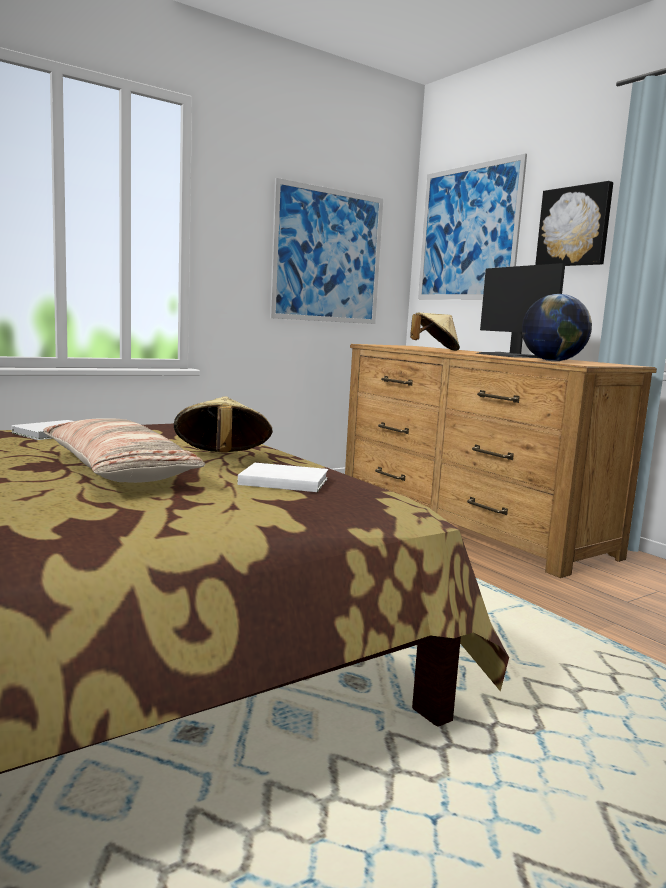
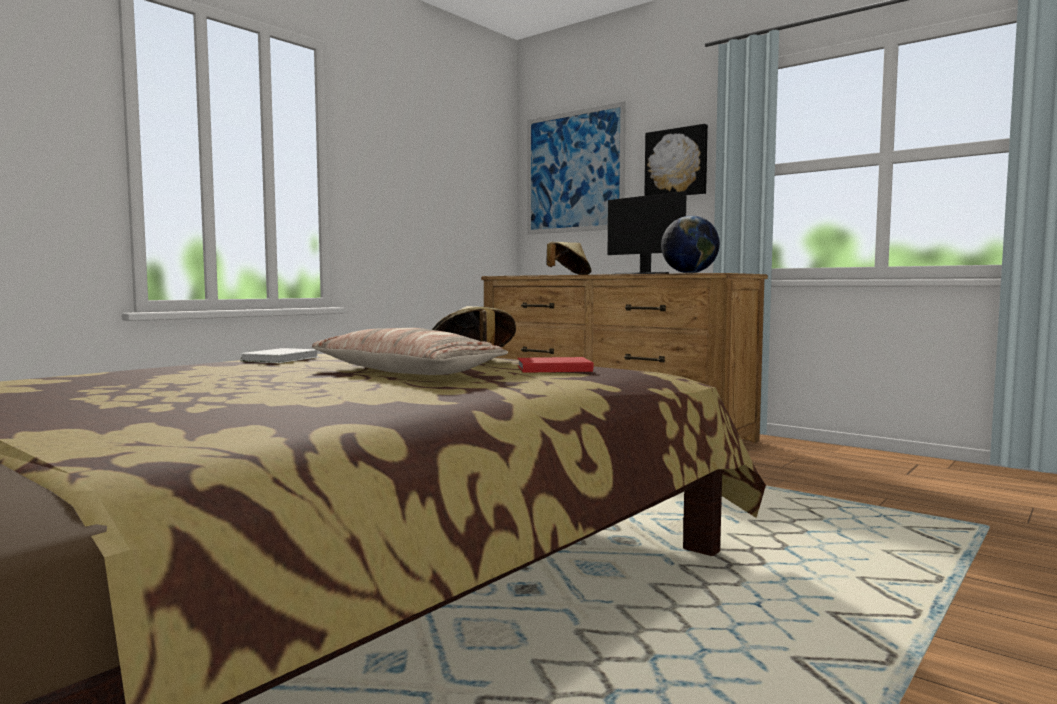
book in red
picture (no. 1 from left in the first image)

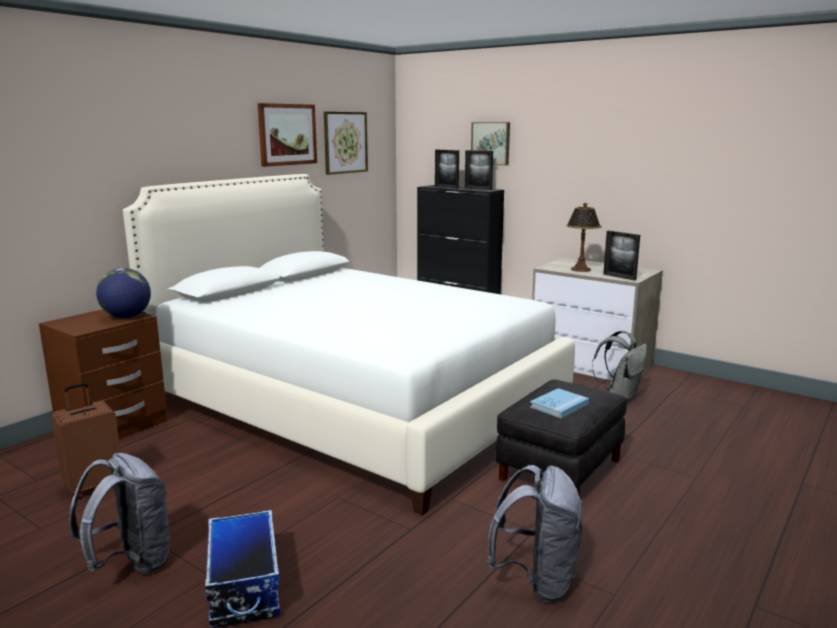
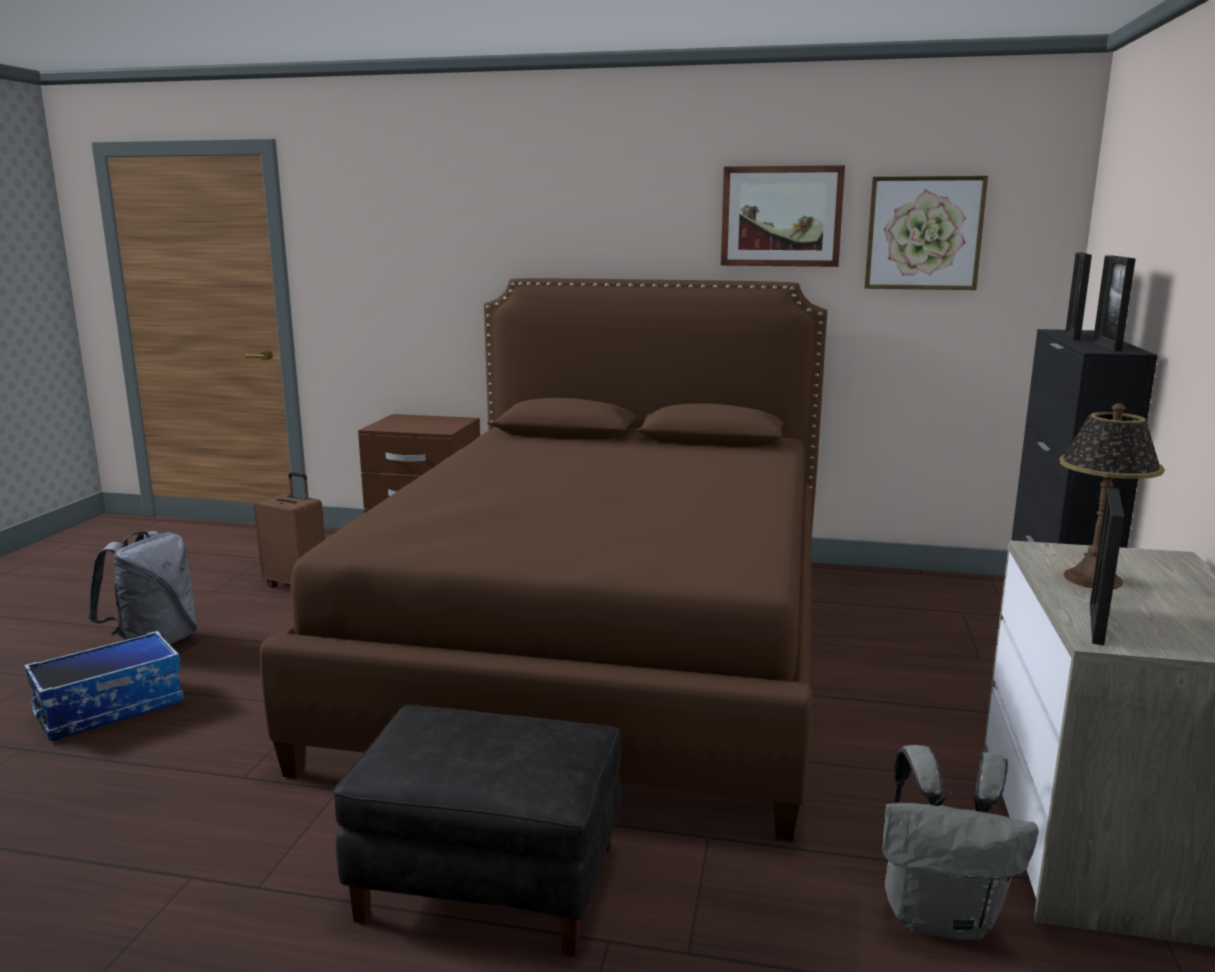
bed in brown
globe
picture (no. 3 from left in the first image)
backpack in grey (no. 2 from left in the first image)
book in blue

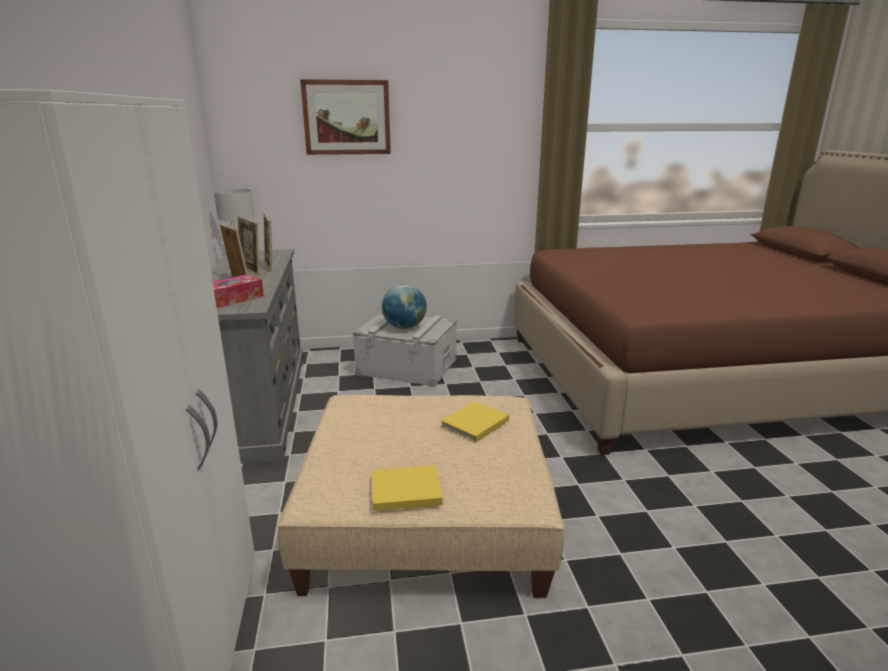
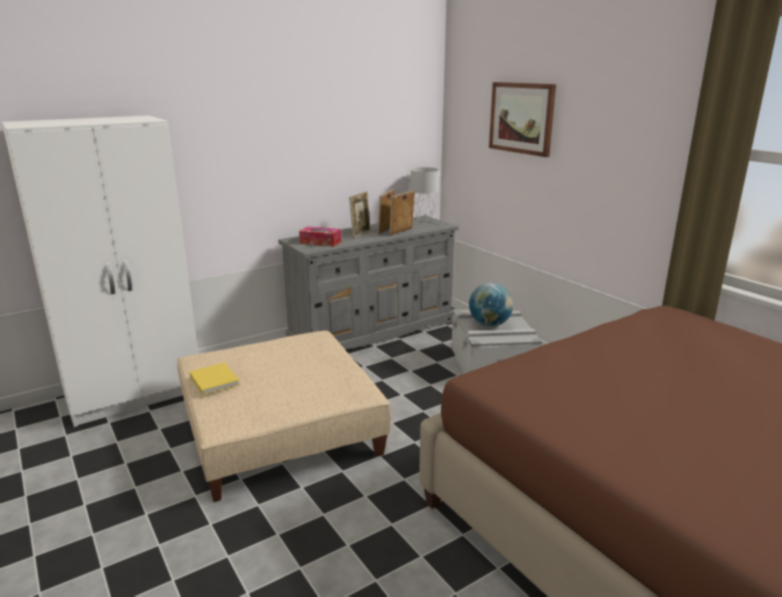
book in yellow (no. 2 from left in the first image)

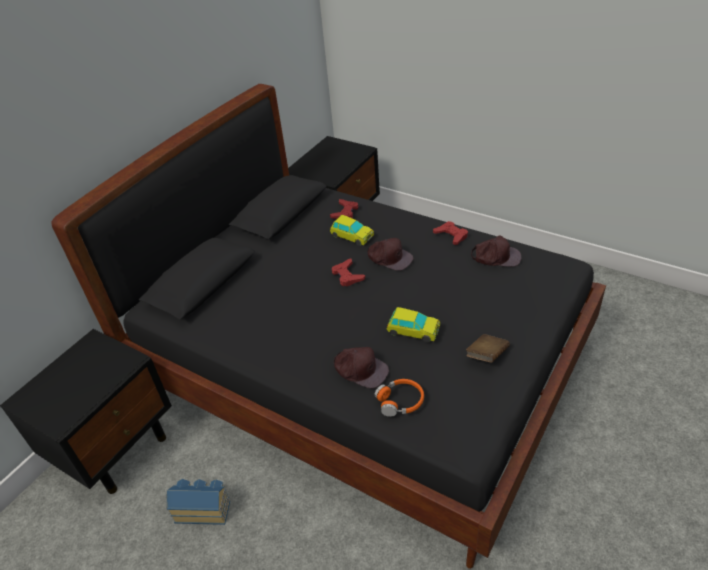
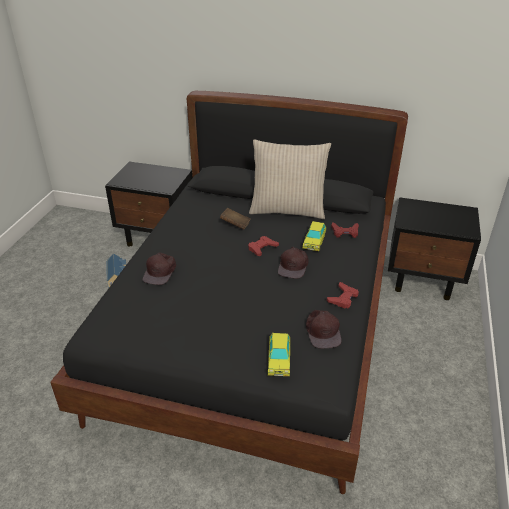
book in brown
pillow in beige
toy car (no. 1 from left)
headphones in orange

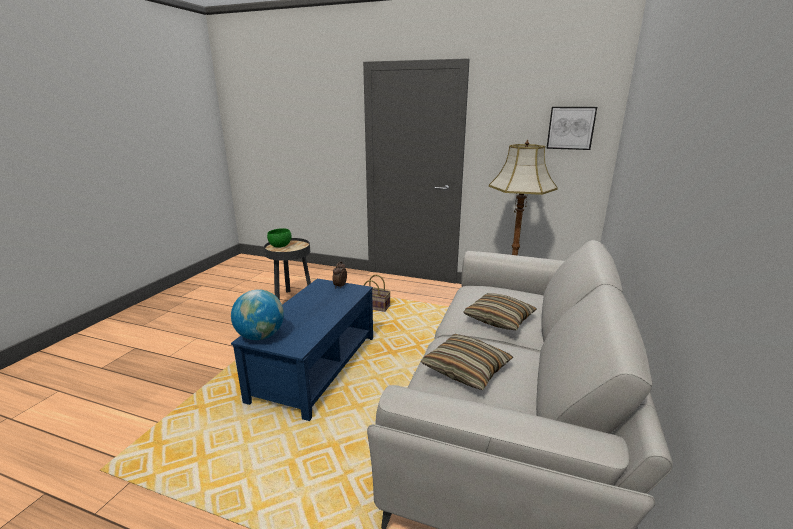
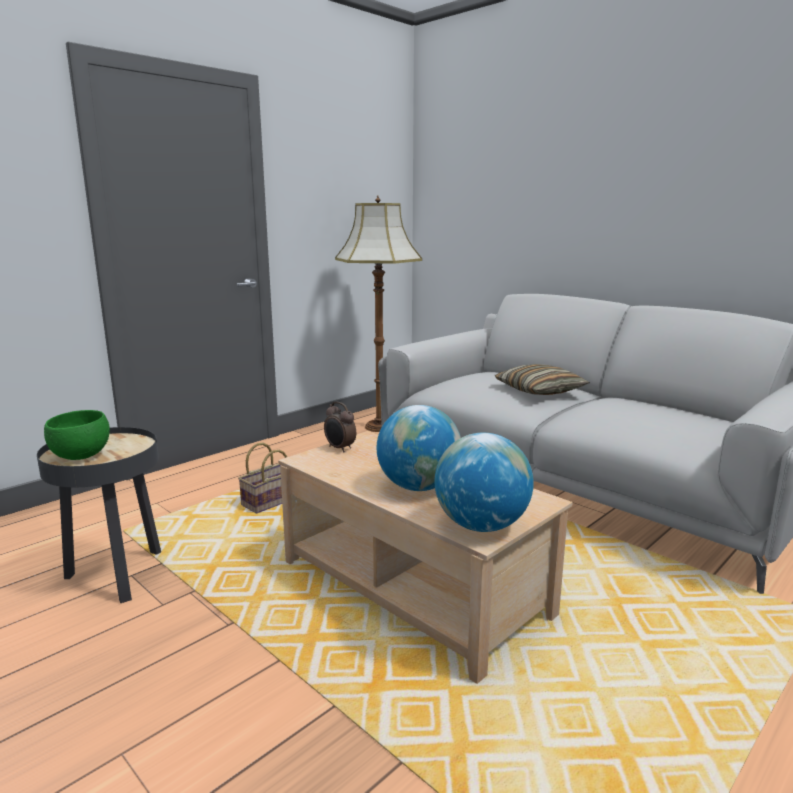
coffee table in beige
globe (no. 1 from left)
pillow (no. 1 from left in the first image)
picture

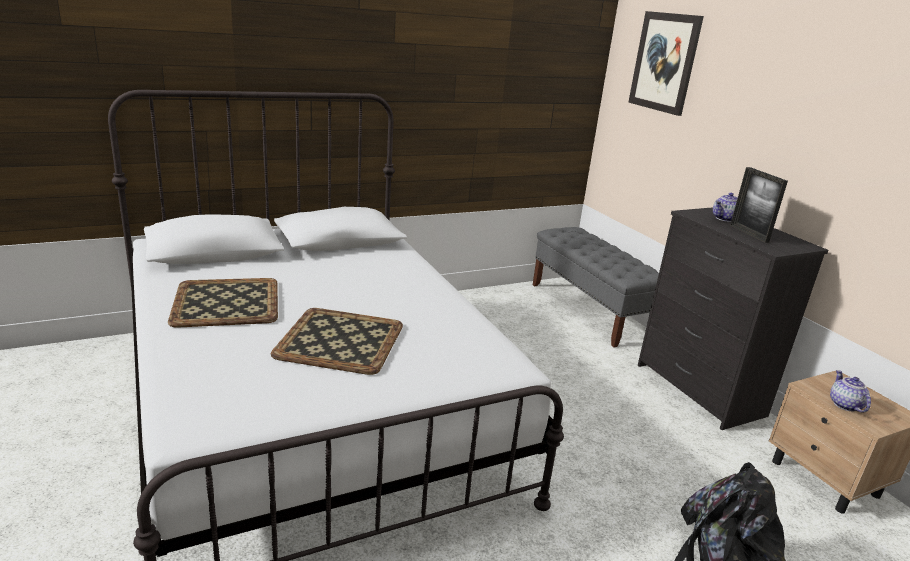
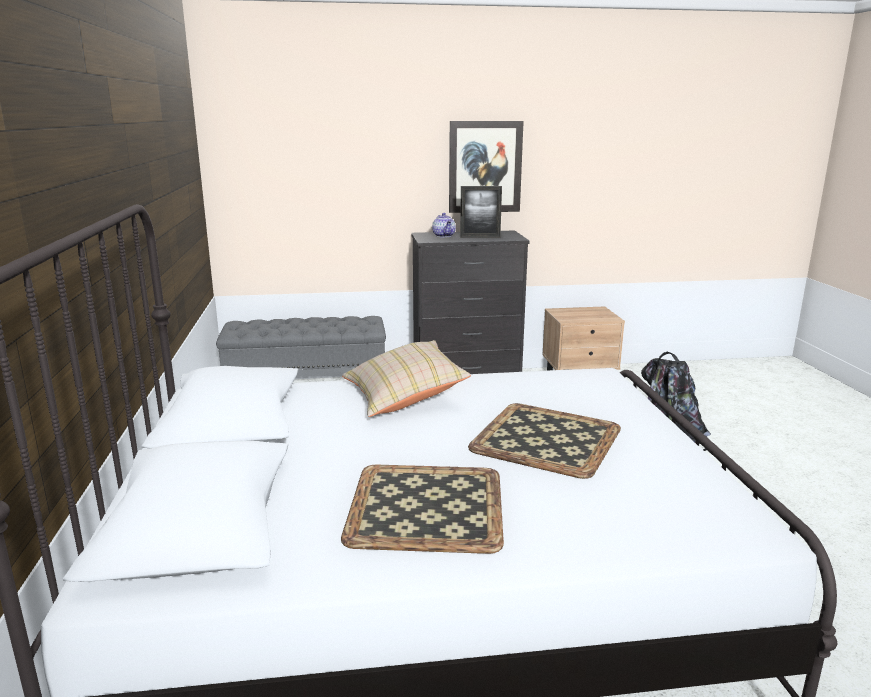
pillow in beige
picture
teapot (no. 2 from left in the first image)

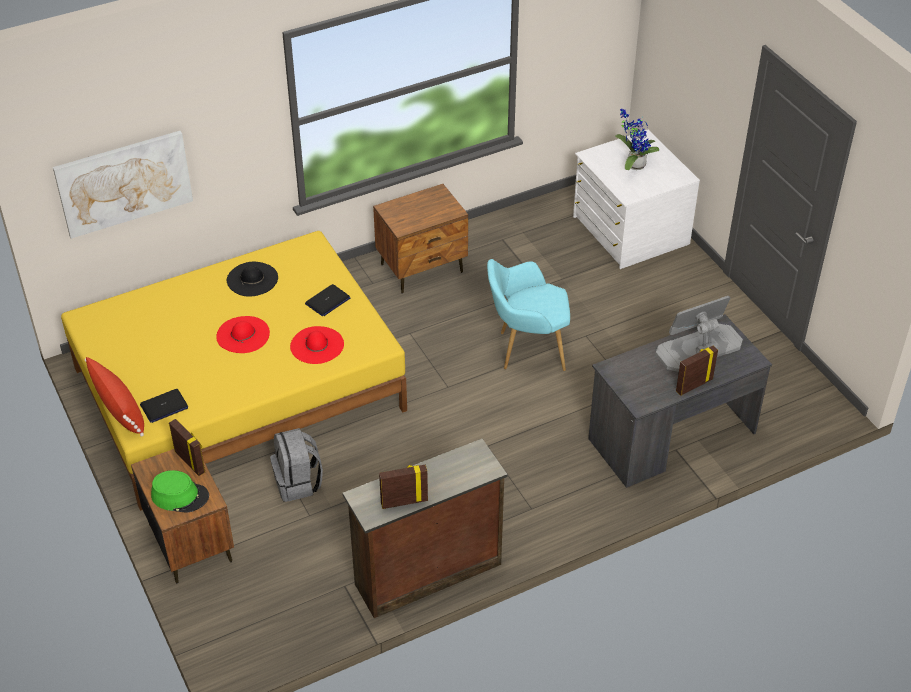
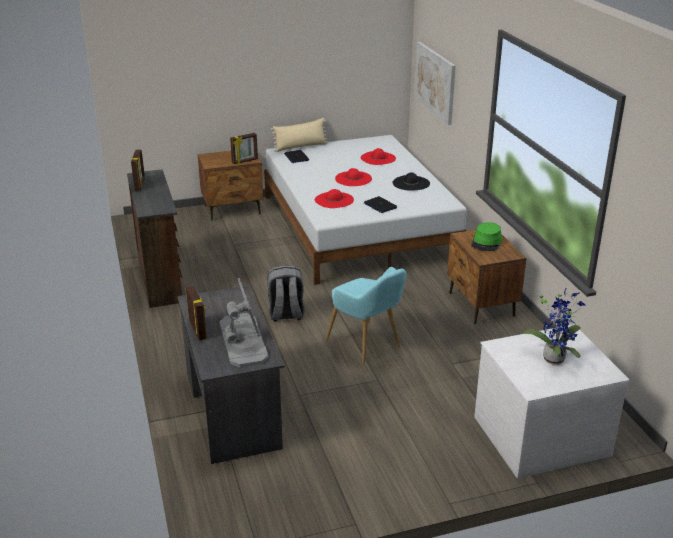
bed in white
backpack in grey
pillow in beige
armchair in turquoise
hat in red (no. 3 from left)
hat in green

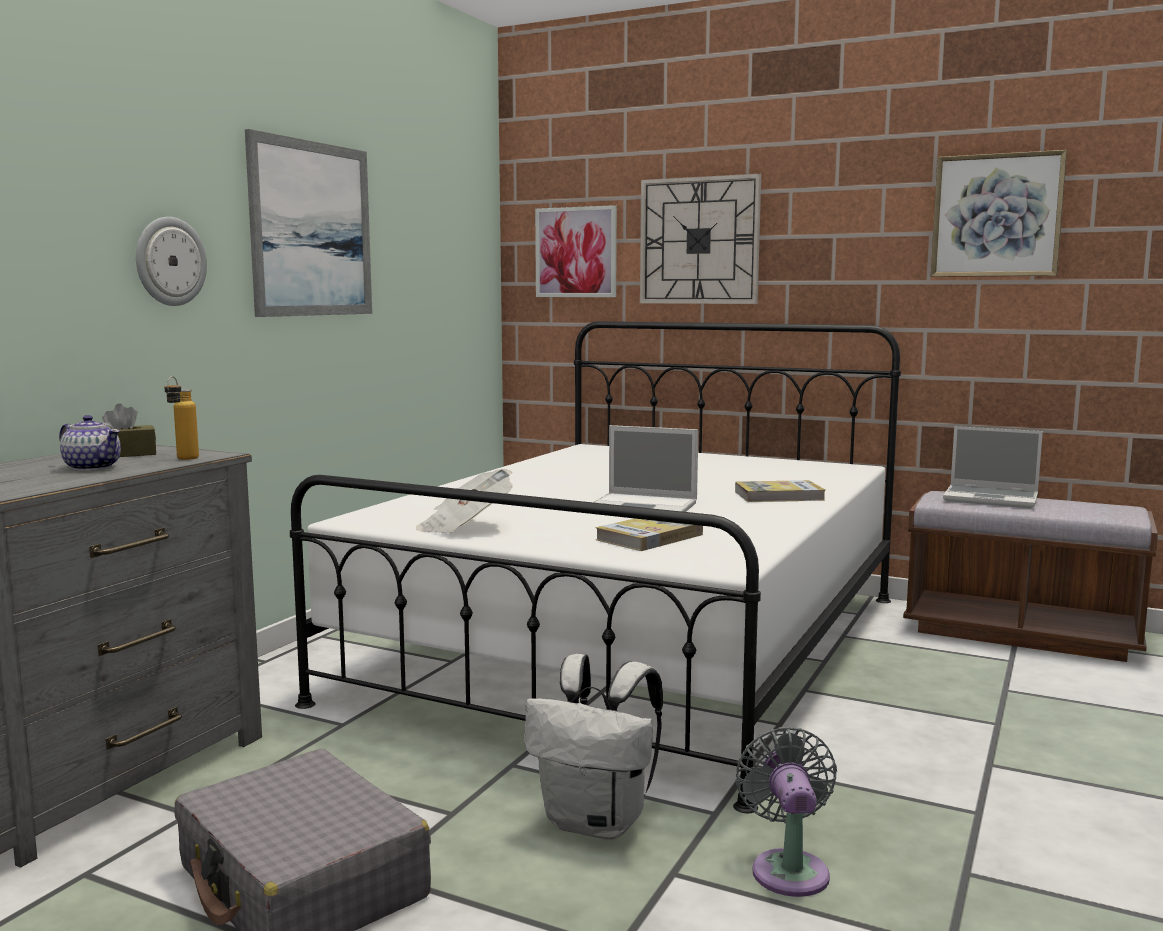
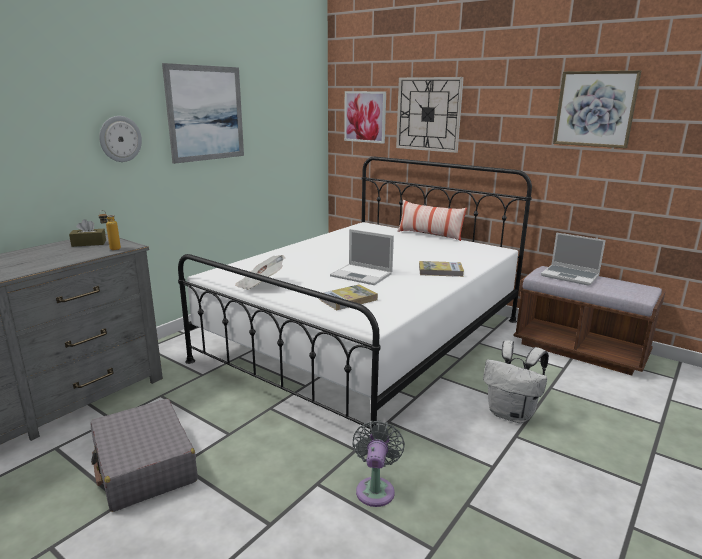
pillow
backpack in white
teapot

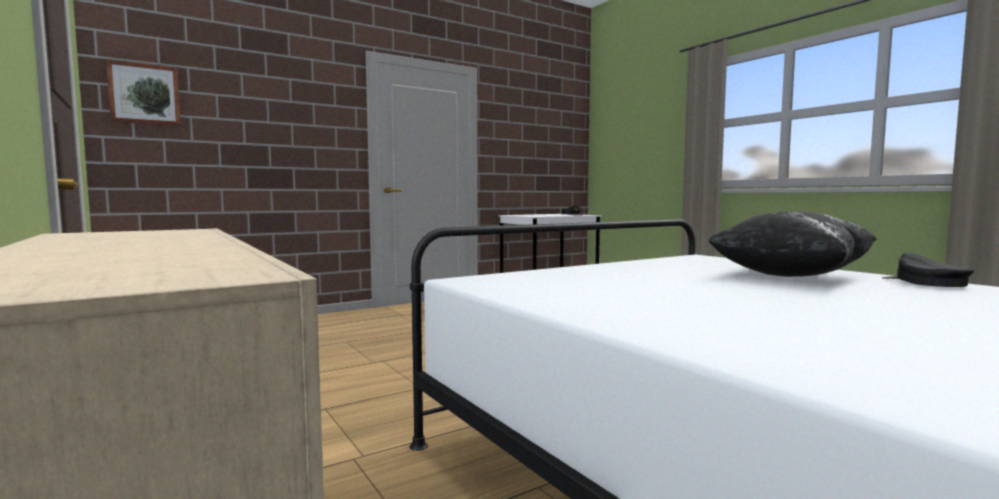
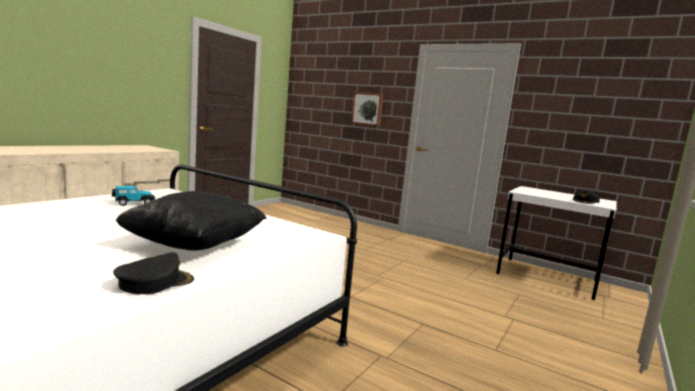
toy car
picture

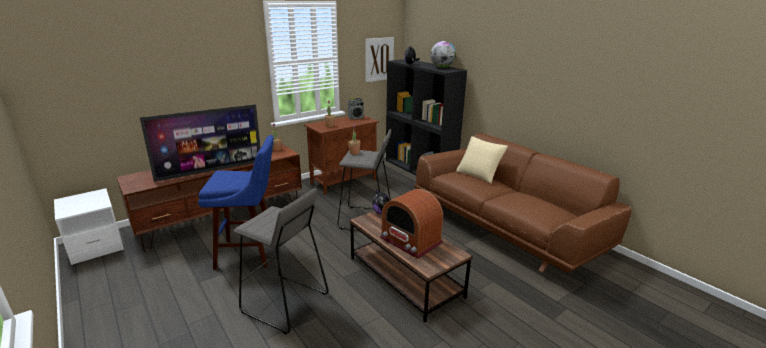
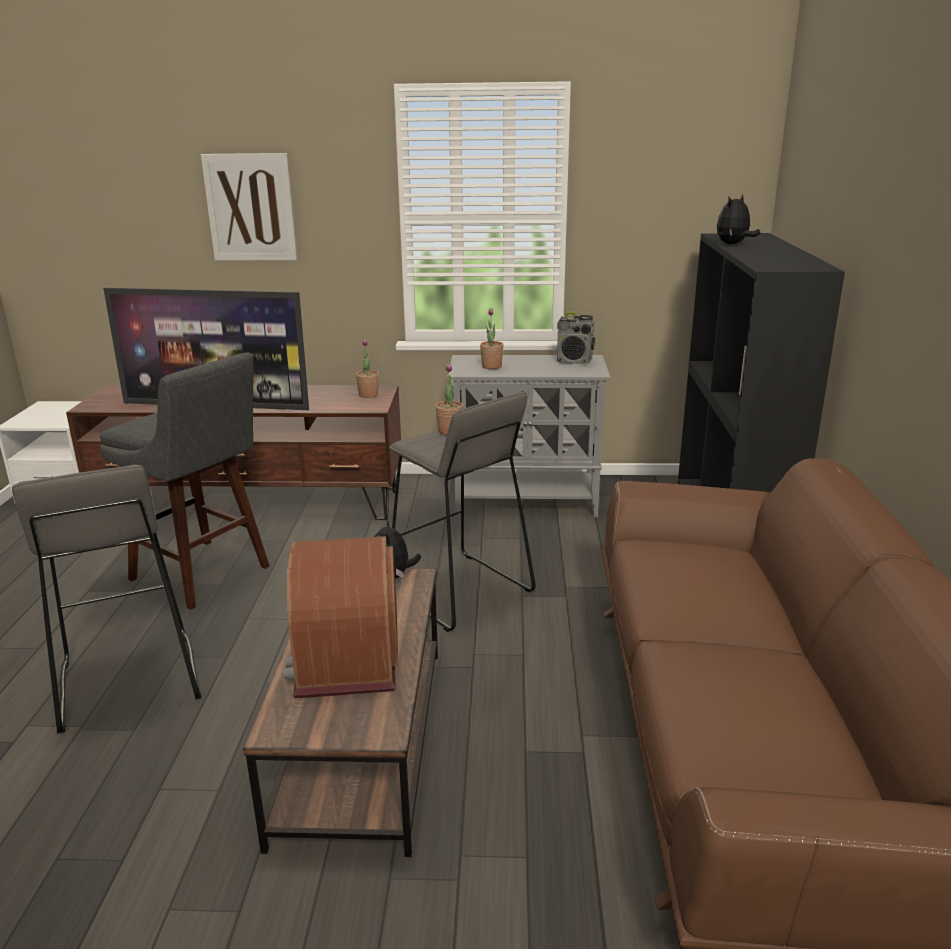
stool in grey (no. 2 from left)
picture
cabinet in grey
globe
pillow in beige

